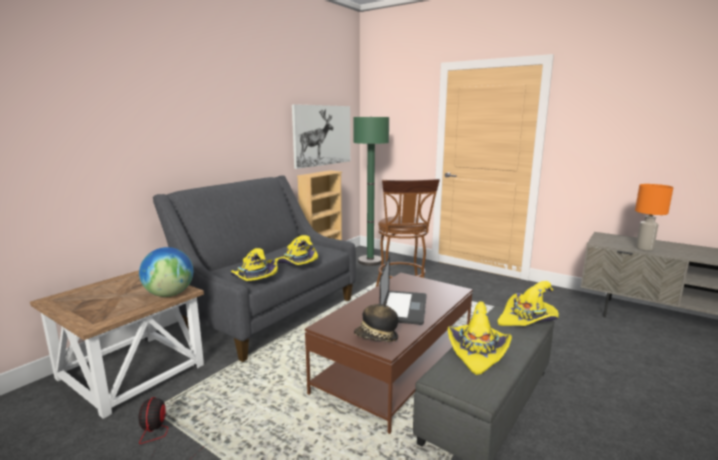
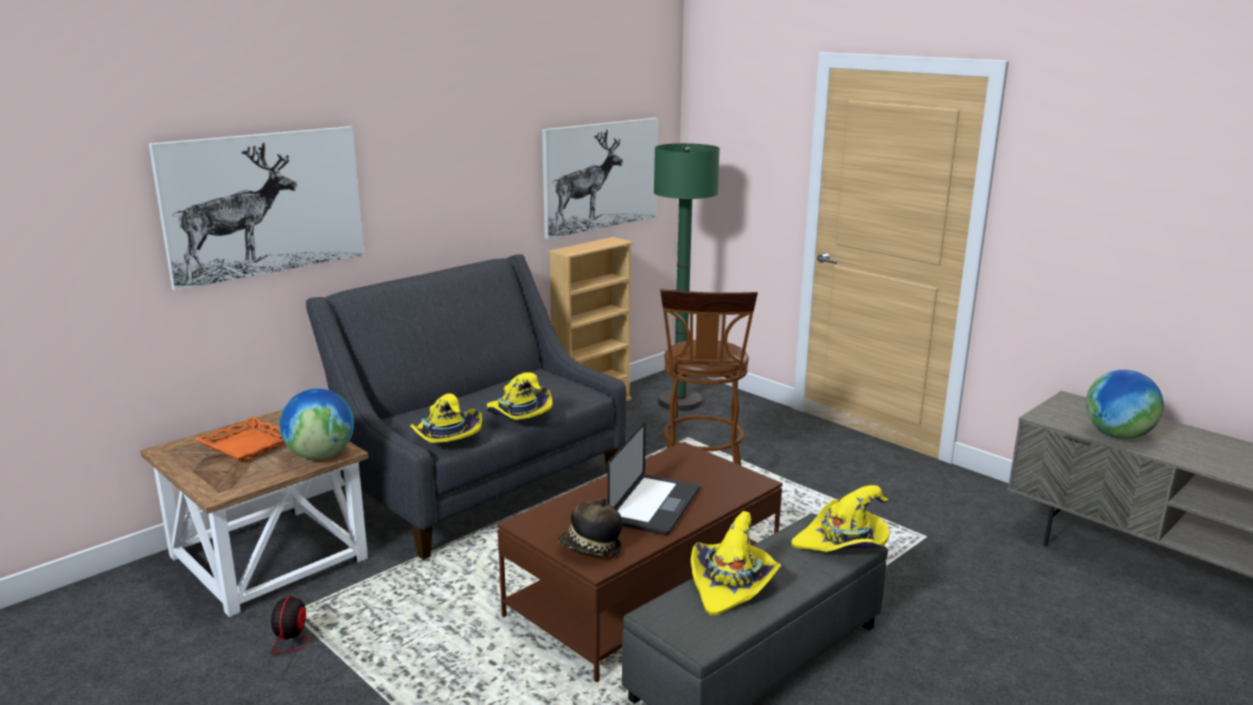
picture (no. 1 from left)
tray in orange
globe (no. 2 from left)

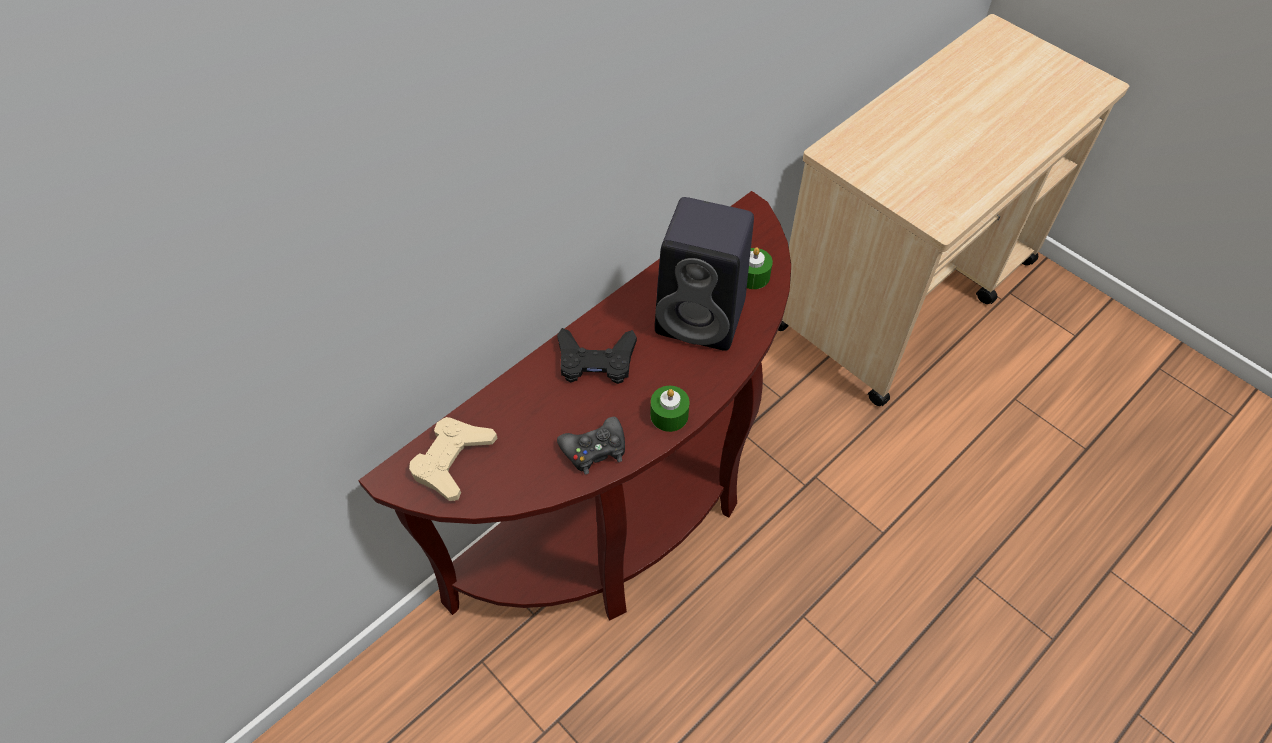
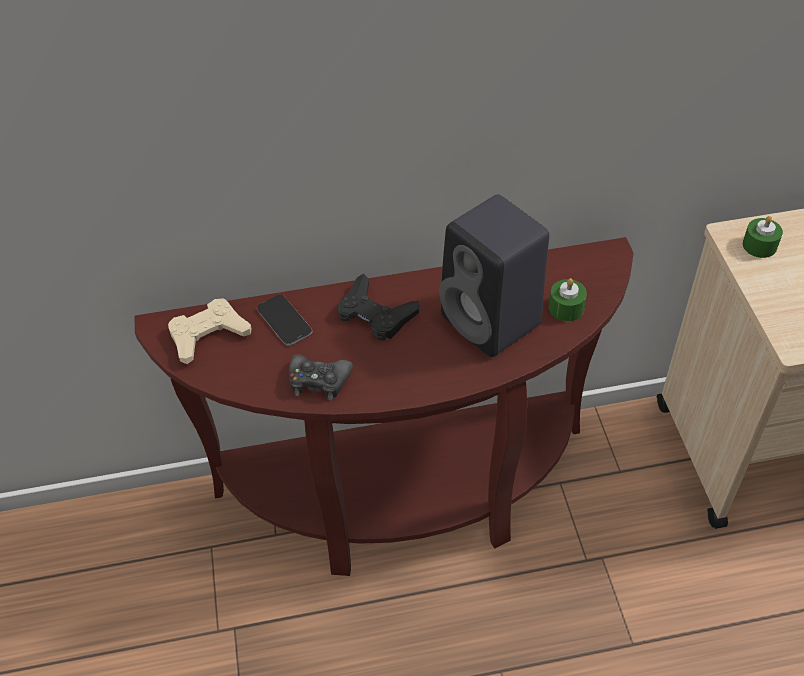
phone
candle in green (no. 2 from left)

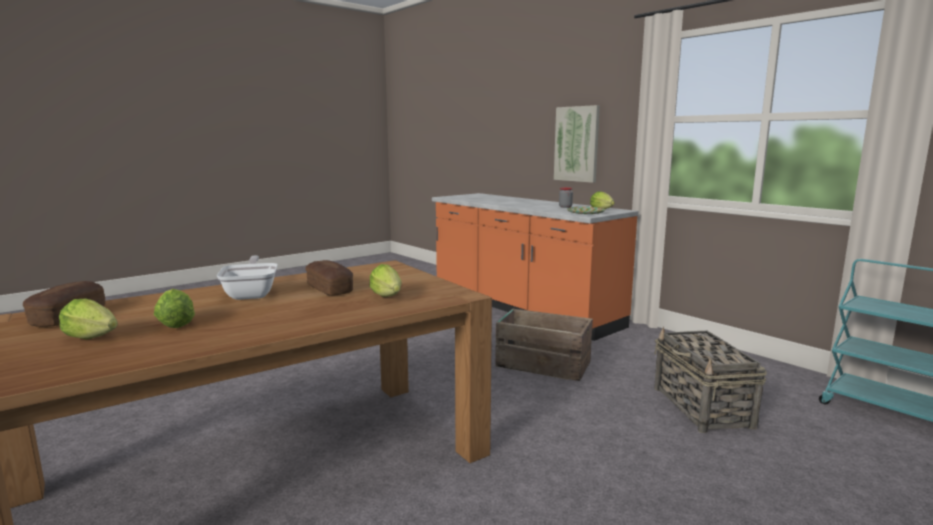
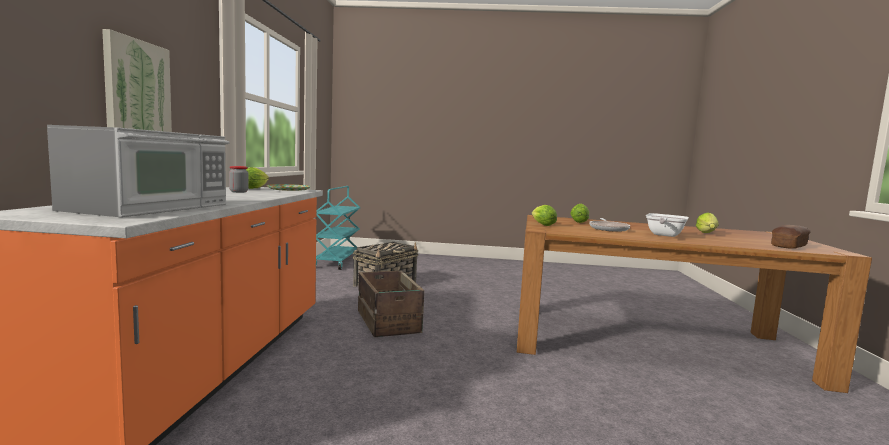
microwave
lettuce (no. 2 from left)
frying pan (no. 1 from left)

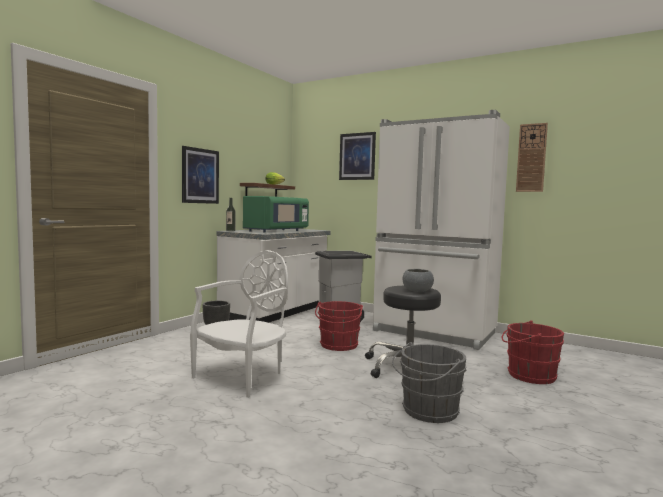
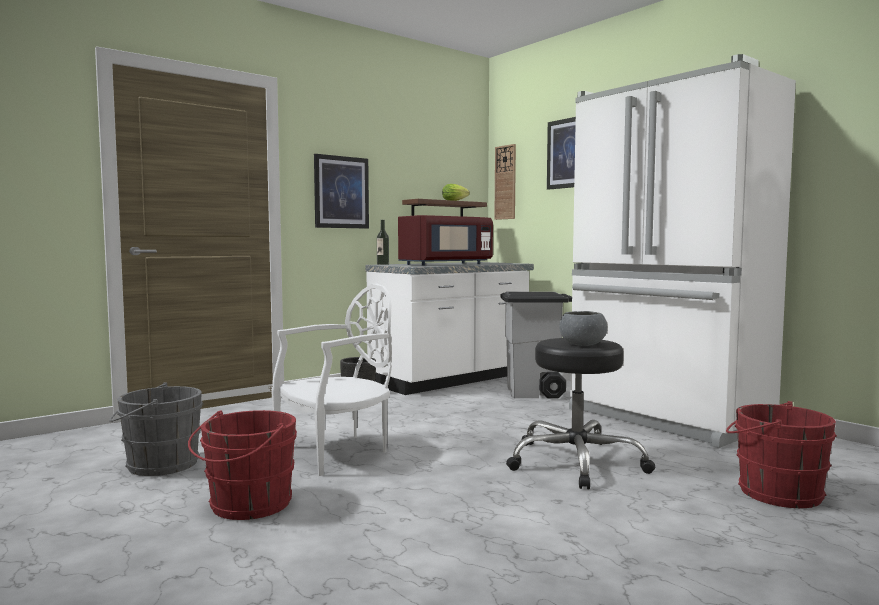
bucket in grey
bucket in red (no. 1 from left)
microwave in red
wall clock

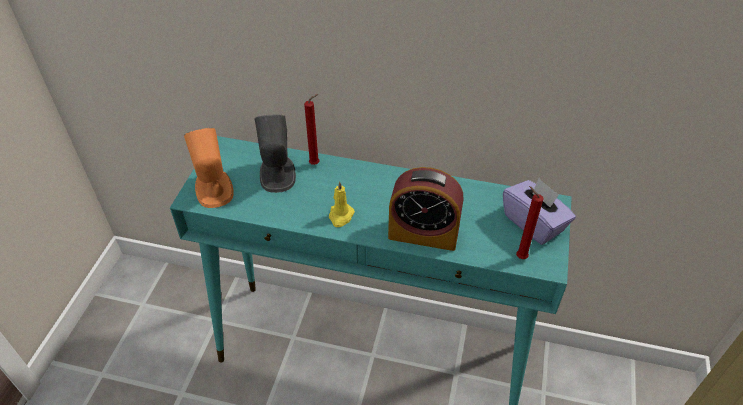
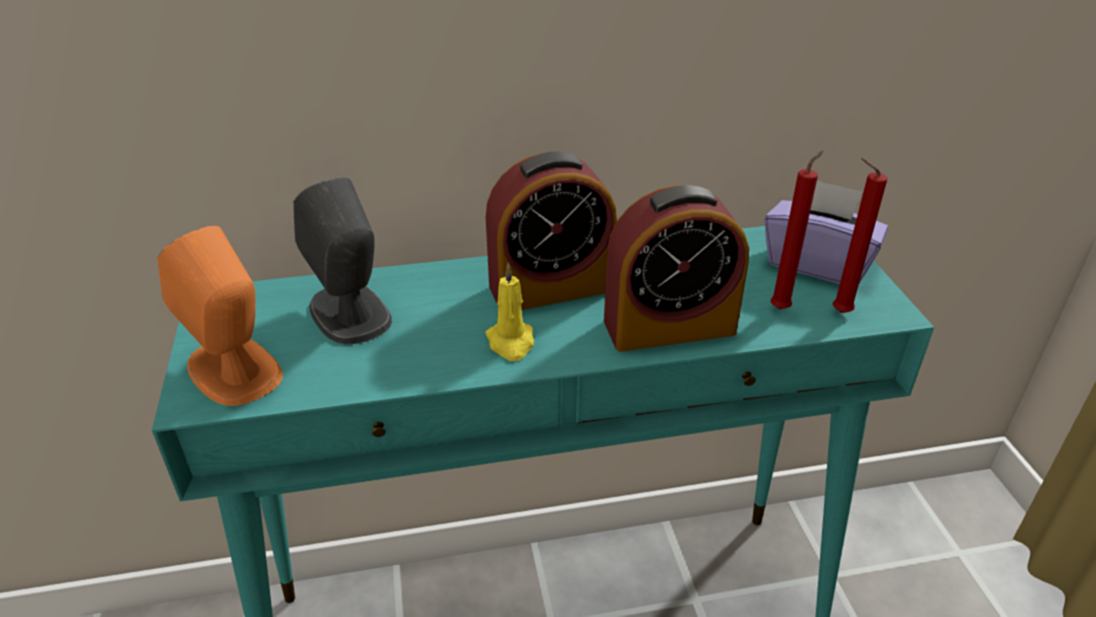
alarm clock (no. 1 from left)
candle in red (no. 1 from left)

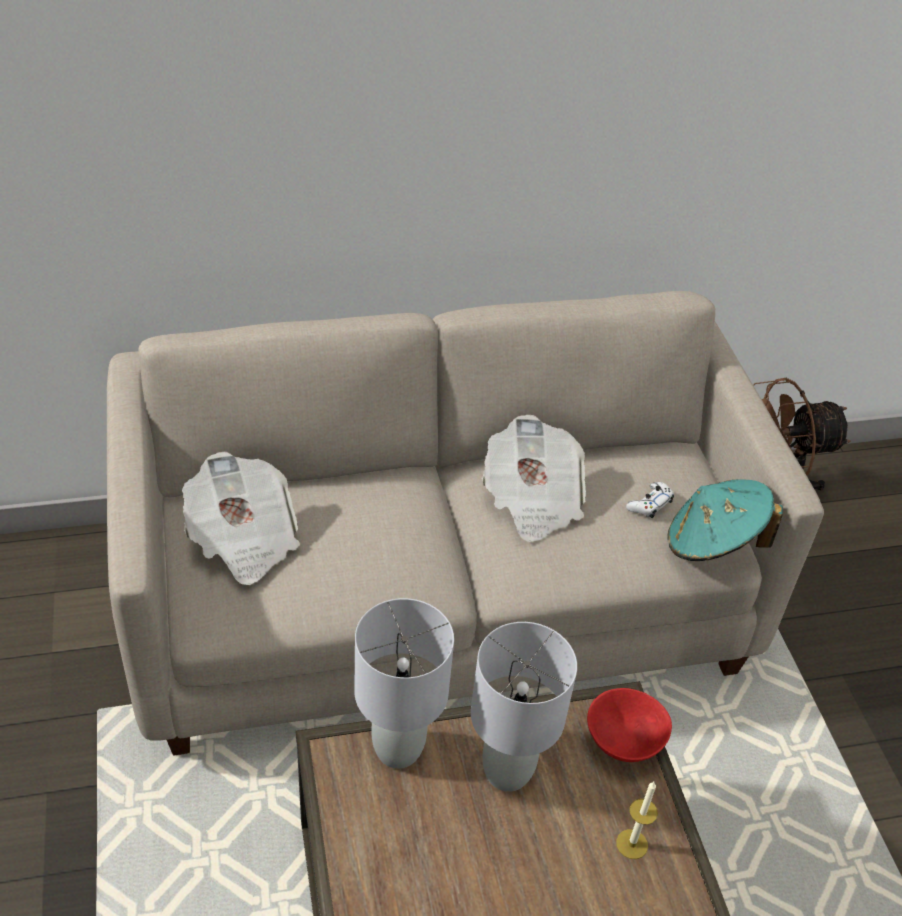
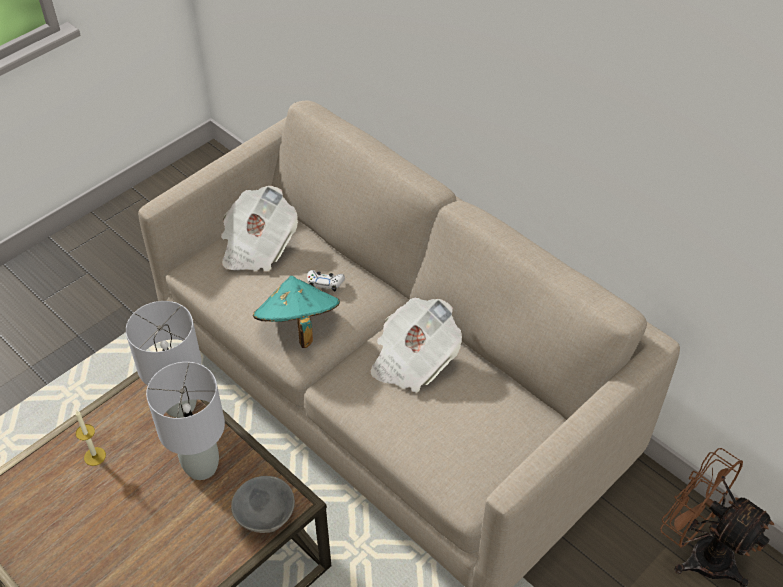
candle
bowl in grey
hat in turquoise
game controller in white

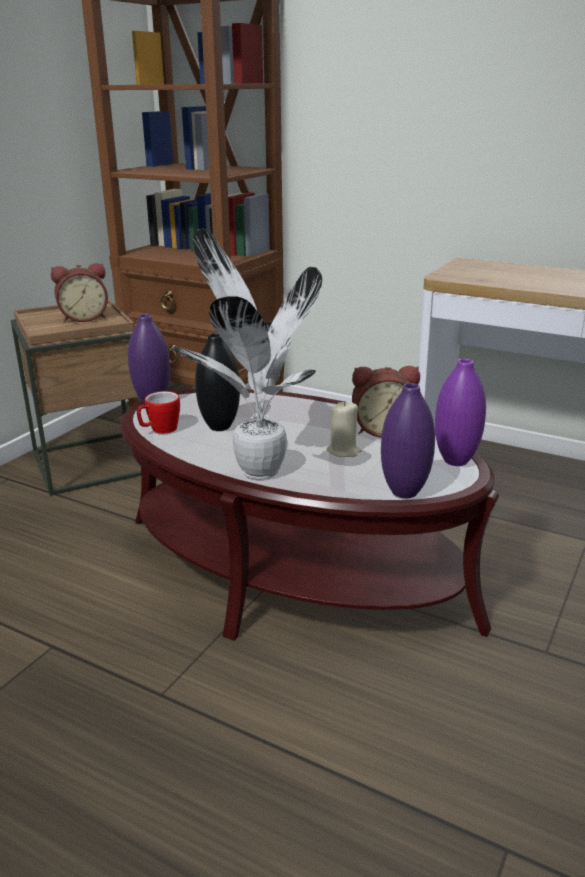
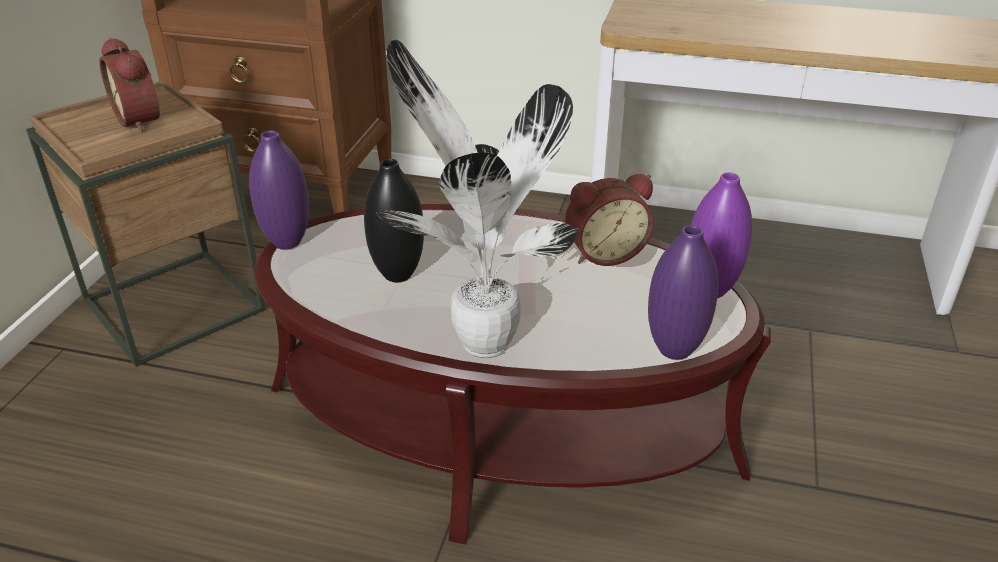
alarm clock (no. 1 from left)
mug
candle in beige

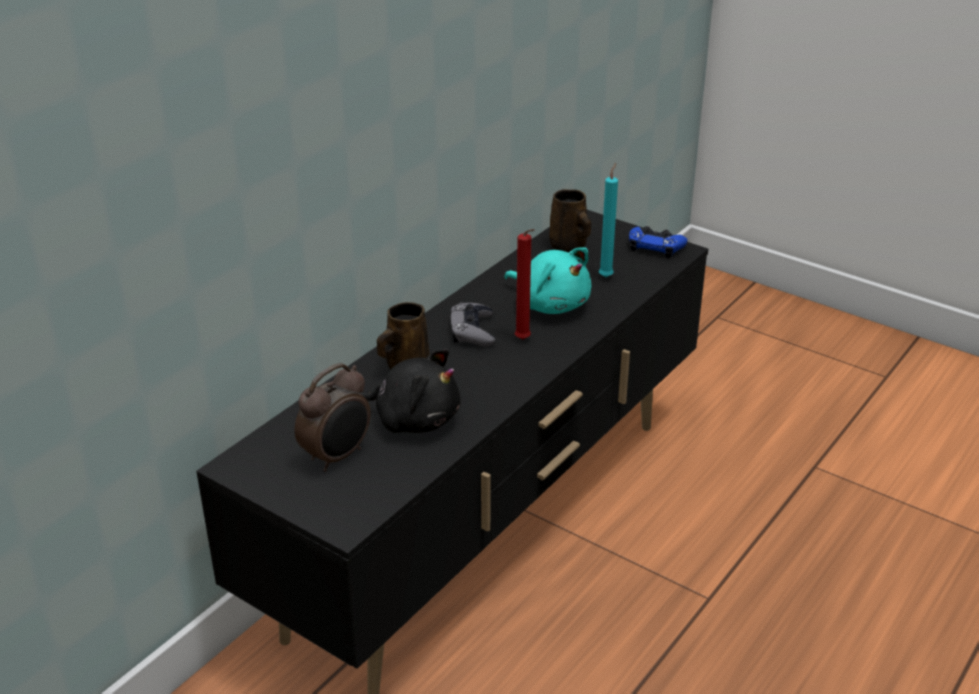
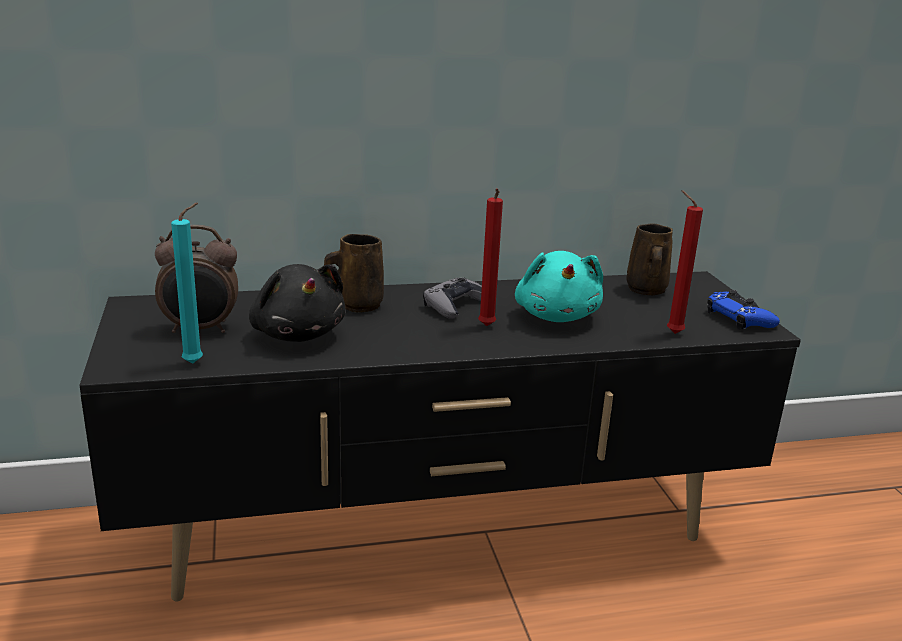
candle in turquoise
candle in red (no. 2 from left)

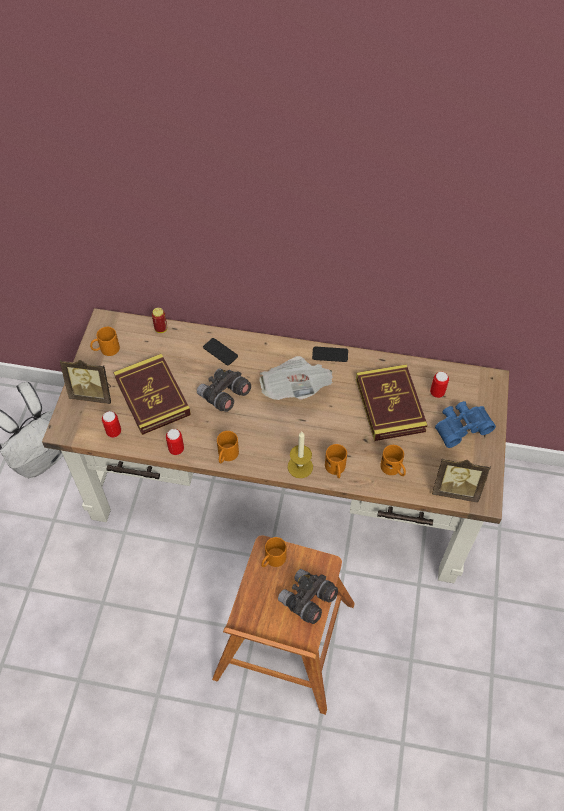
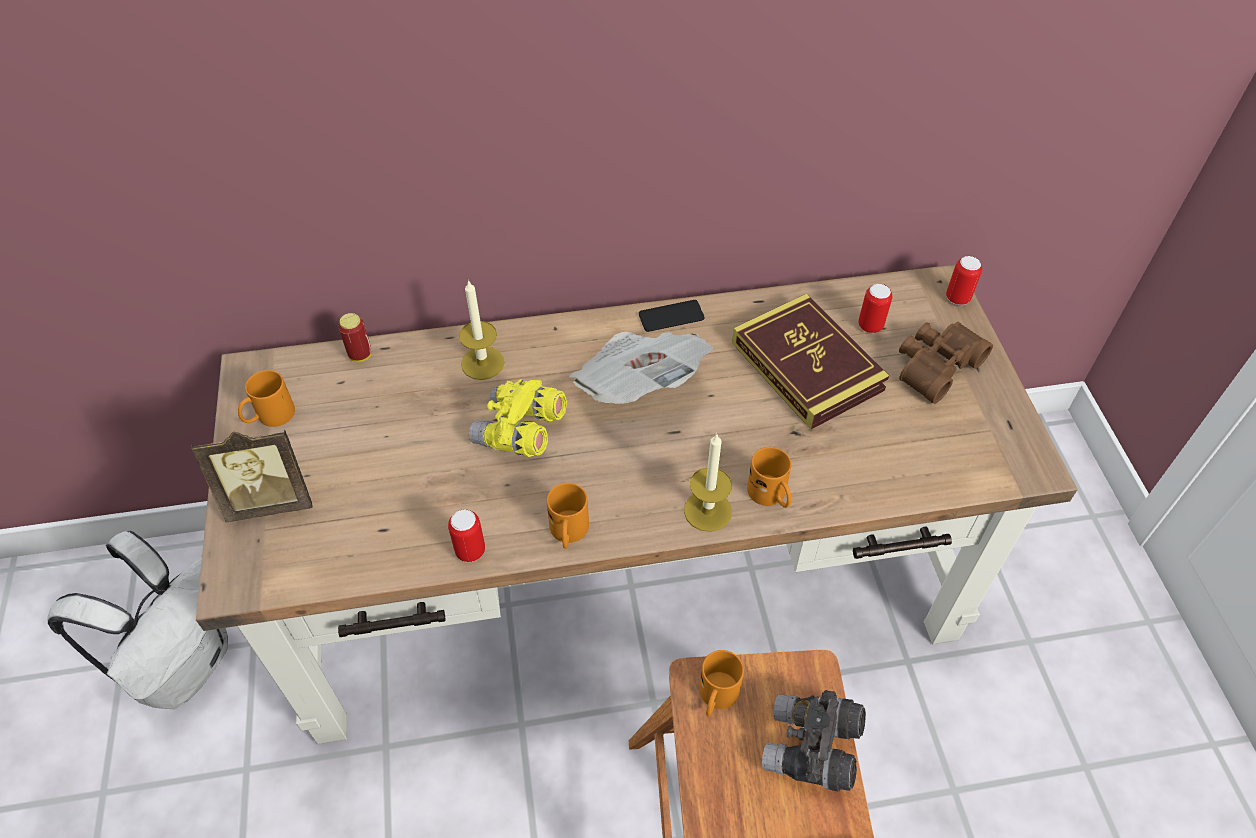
candle (no. 1 from left)
binoculars in yellow
binoculars in brown
can (no. 4 from left)
book (no. 1 from left in the first image)
mug in orange (no. 5 from left in the first image)
picture frame (no. 2 from left in the first image)

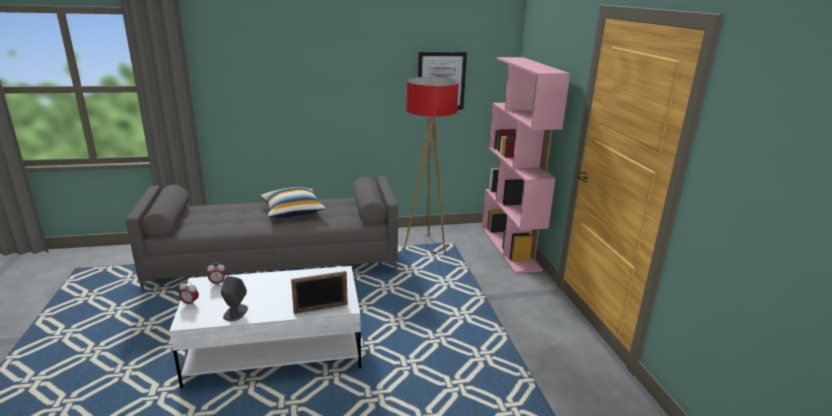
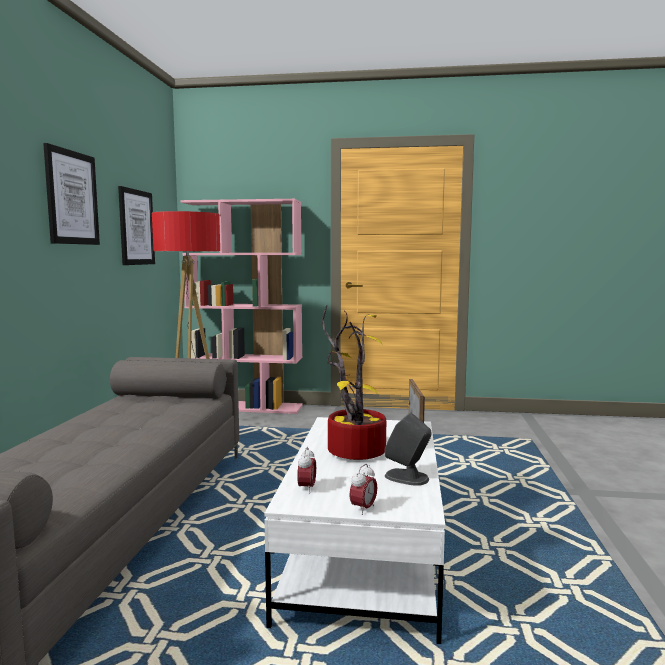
picture (no. 1 from left)
potted plant
pillow

